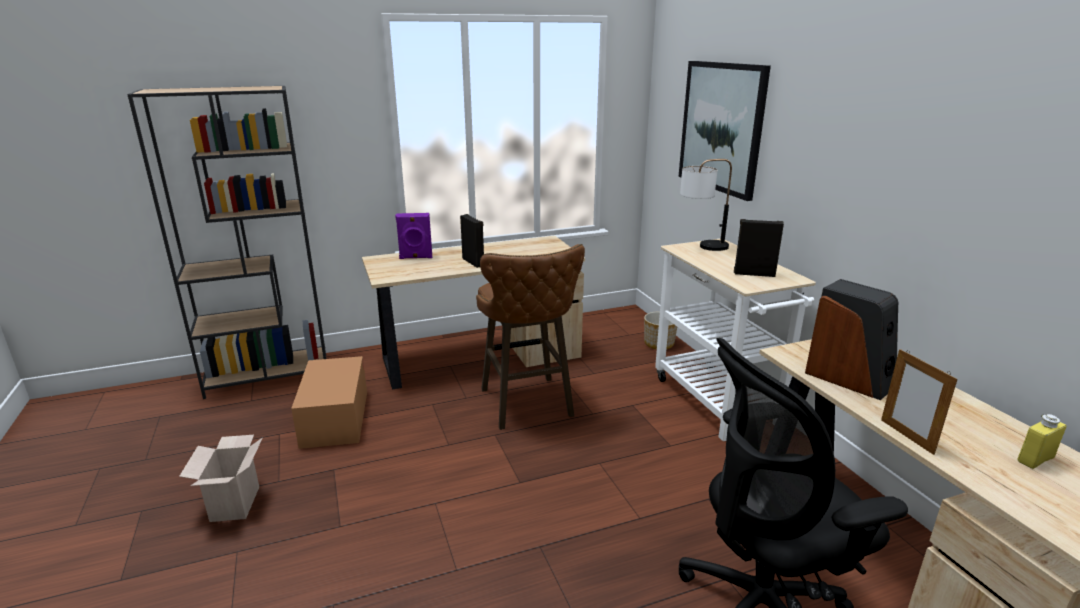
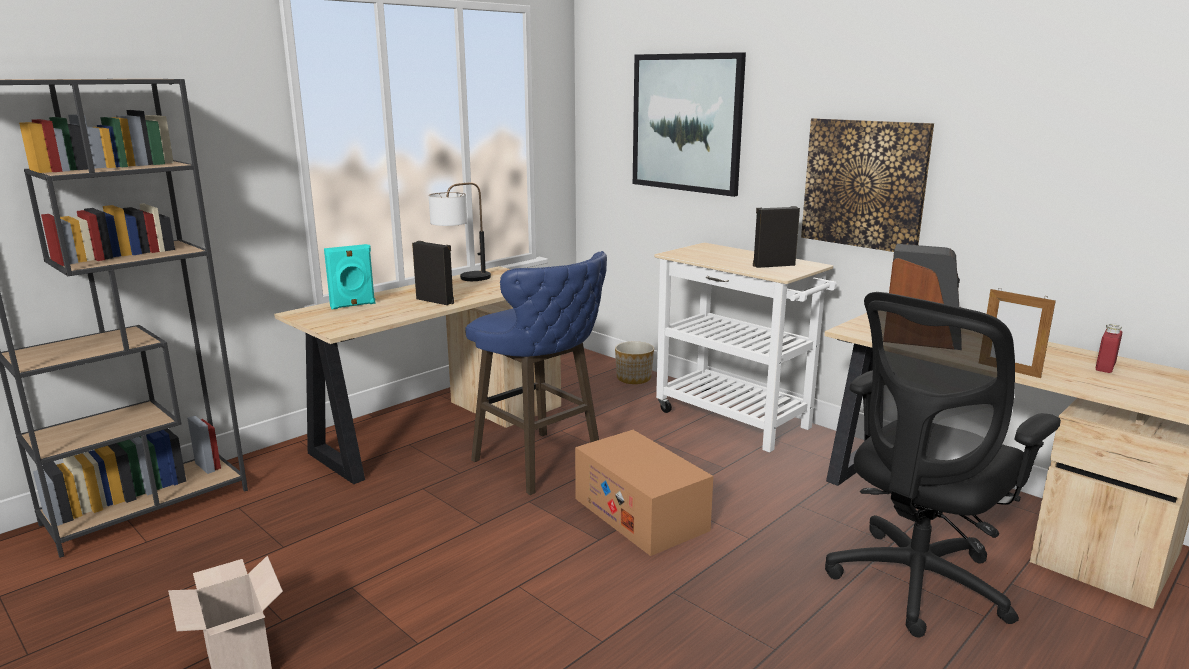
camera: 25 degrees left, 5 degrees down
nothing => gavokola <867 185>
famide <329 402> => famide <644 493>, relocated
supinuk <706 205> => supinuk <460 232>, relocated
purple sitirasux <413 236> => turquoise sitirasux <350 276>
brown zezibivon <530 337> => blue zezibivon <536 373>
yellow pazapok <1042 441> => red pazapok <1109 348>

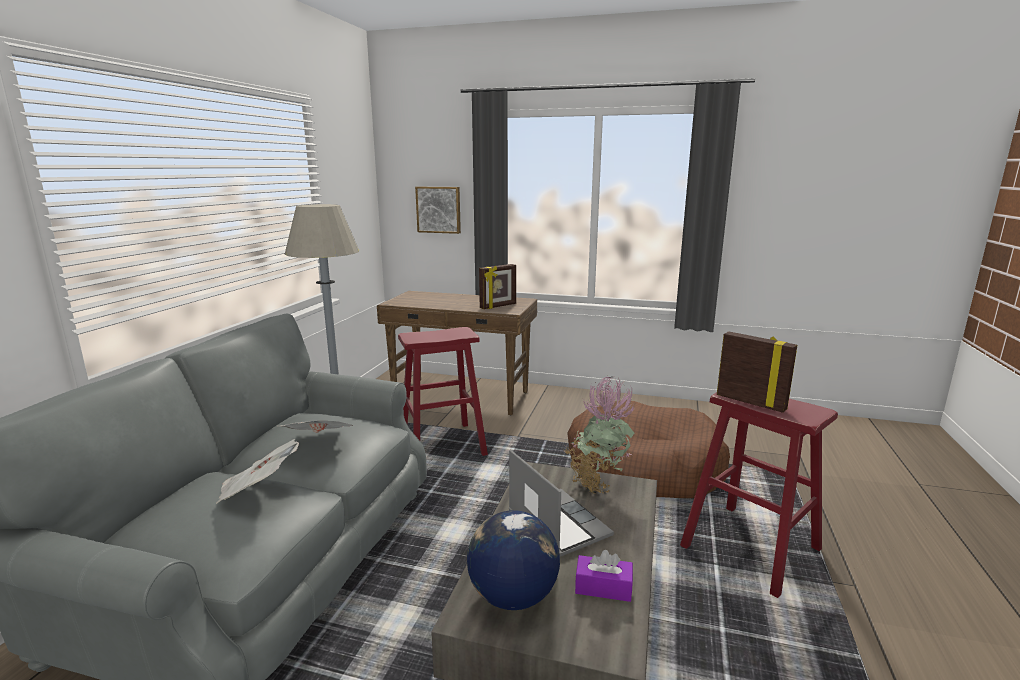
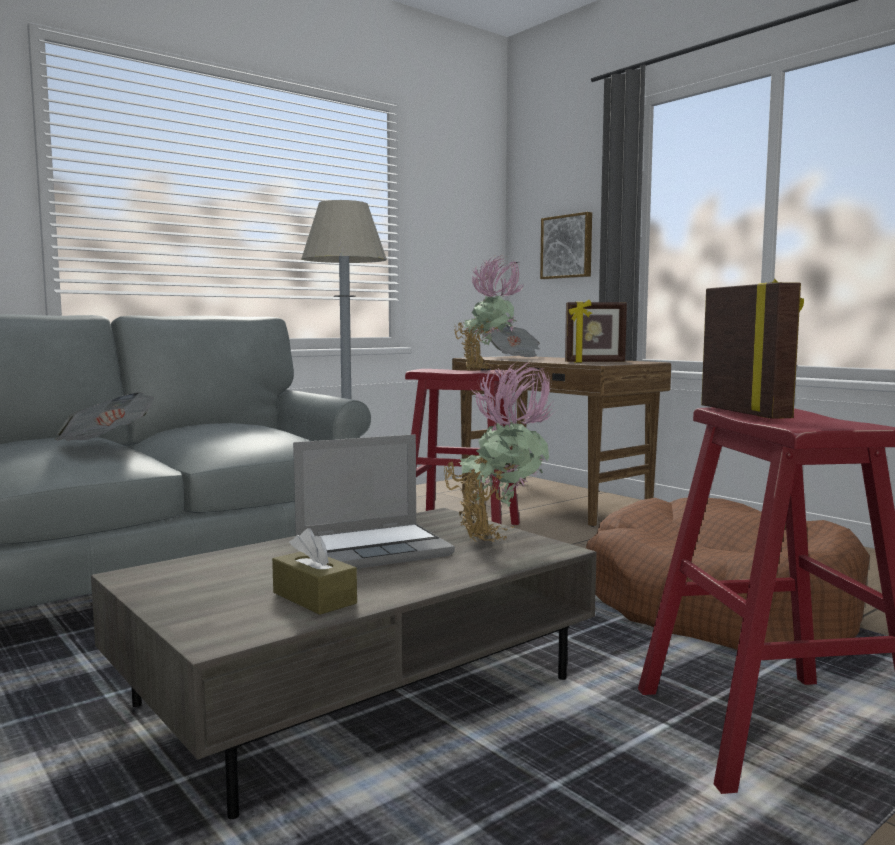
camera: 35 degrees right, 10 degrees down
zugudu <513 560> => nothing
nothing => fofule <490 313>
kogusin <317 427> => kogusin <512 341>, relocated
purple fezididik <604 576> => brown fezididik <314 571>
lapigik <561 503> => lapigik <374 501>, 60 degrees clockwise

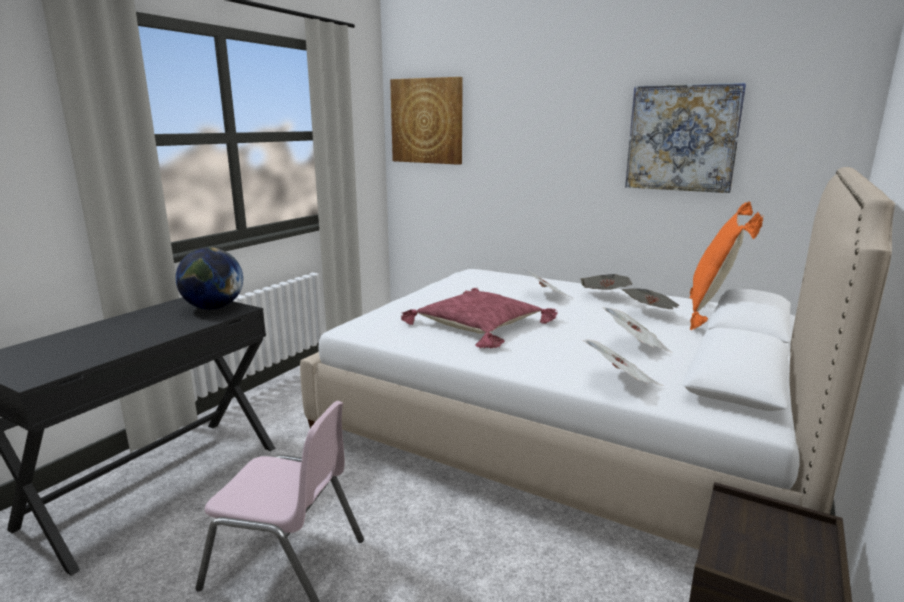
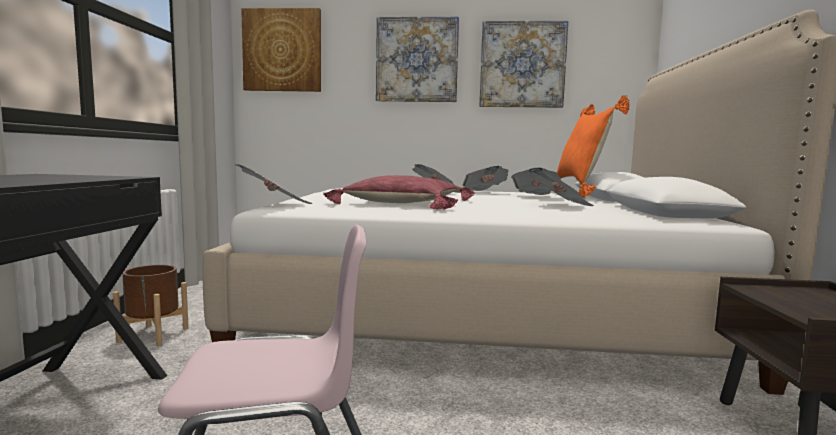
camera: 25 degrees left, 10 degrees down
zugudu <209 278> => nothing
nothing => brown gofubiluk <151 305>
nothing => gavokola <417 59>
kogusin <623 362> => kogusin <274 184>, relocated

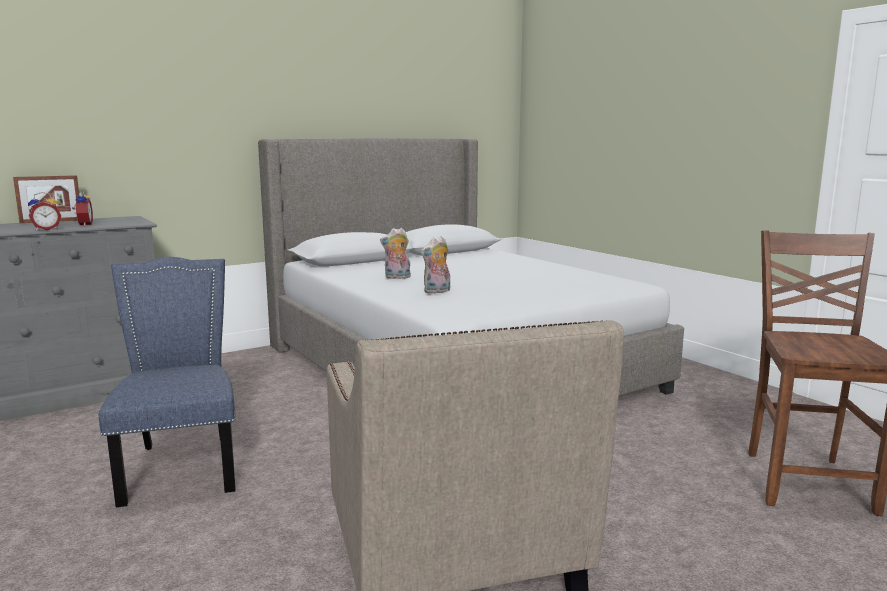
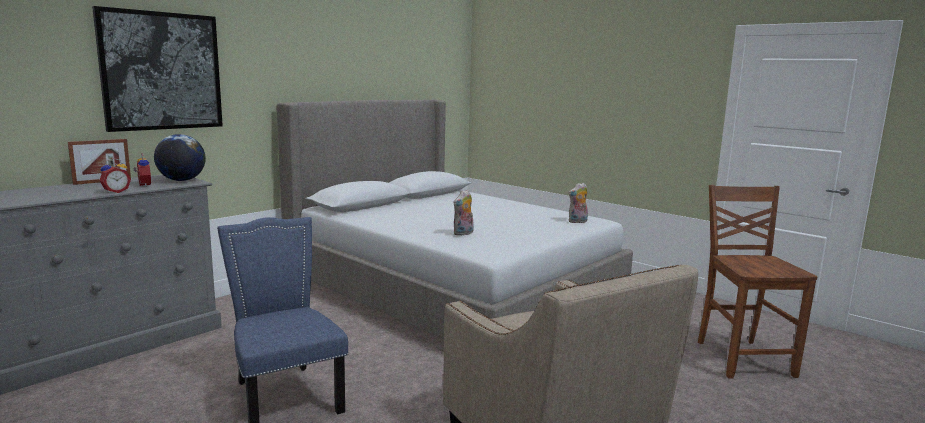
camera: 15 degrees left, 0 degrees up
nothing => gavokola <157 69>
nothing => zugudu <180 157>
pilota <396 253> => pilota <578 202>, relocated

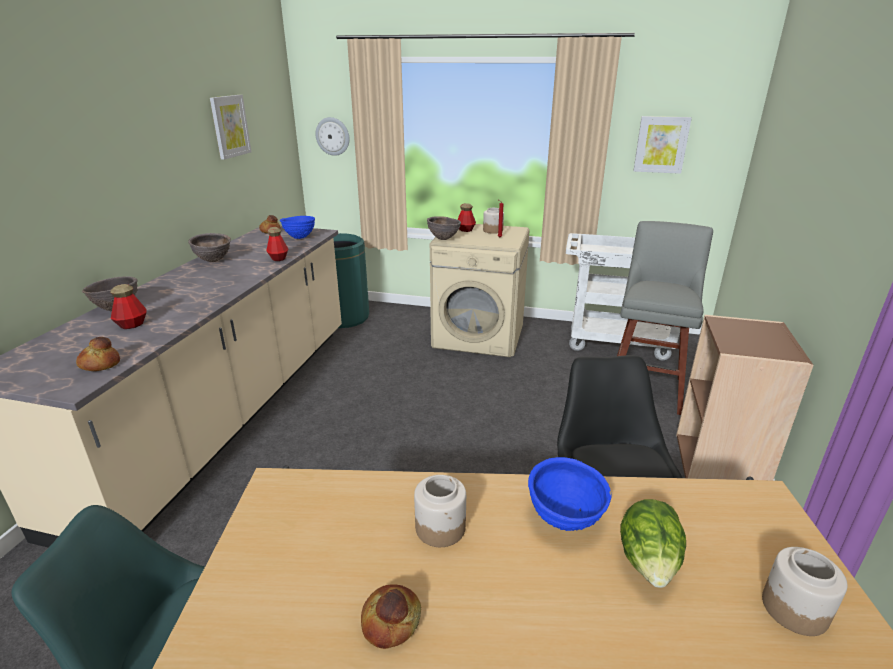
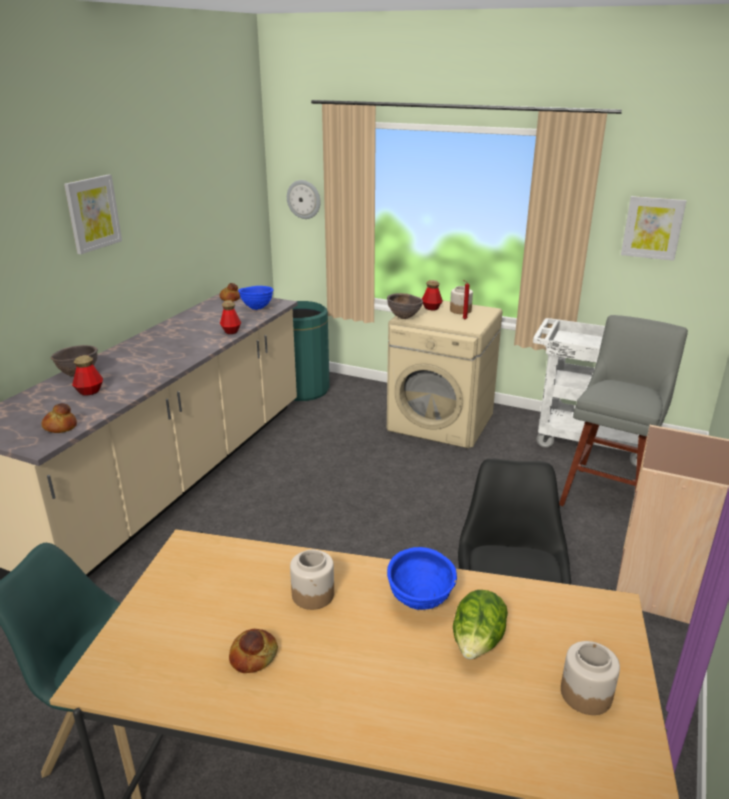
camera: 10 degrees right, 0 degrees up
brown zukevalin <209 247> => nothing
gavokola <230 127> => gavokola <93 214>, relocated

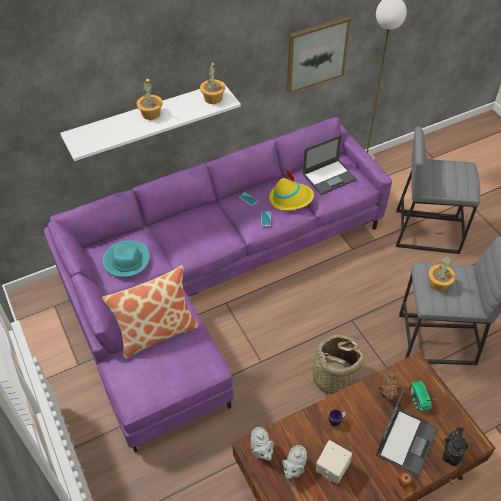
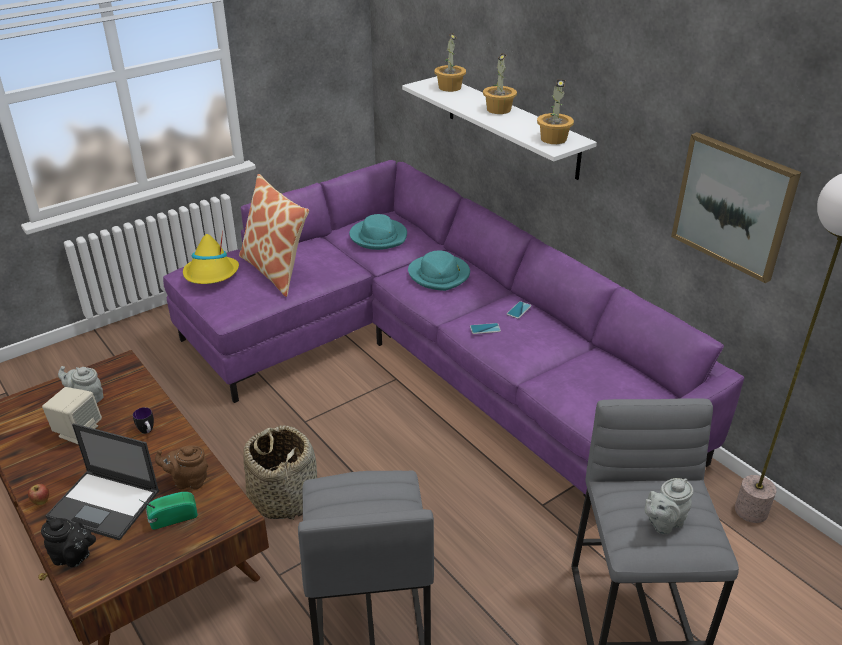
camera: 80 degrees right, 15 degrees down
lapigik <329 165> => nothing
nothing => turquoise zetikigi <439 270>
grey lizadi <262 444> => grey lizadi <669 506>, relocated
yellow zetikigi <291 189> => yellow zetikigi <211 257>, relocated
fofule <442 272> => fofule <450 62>, relocated

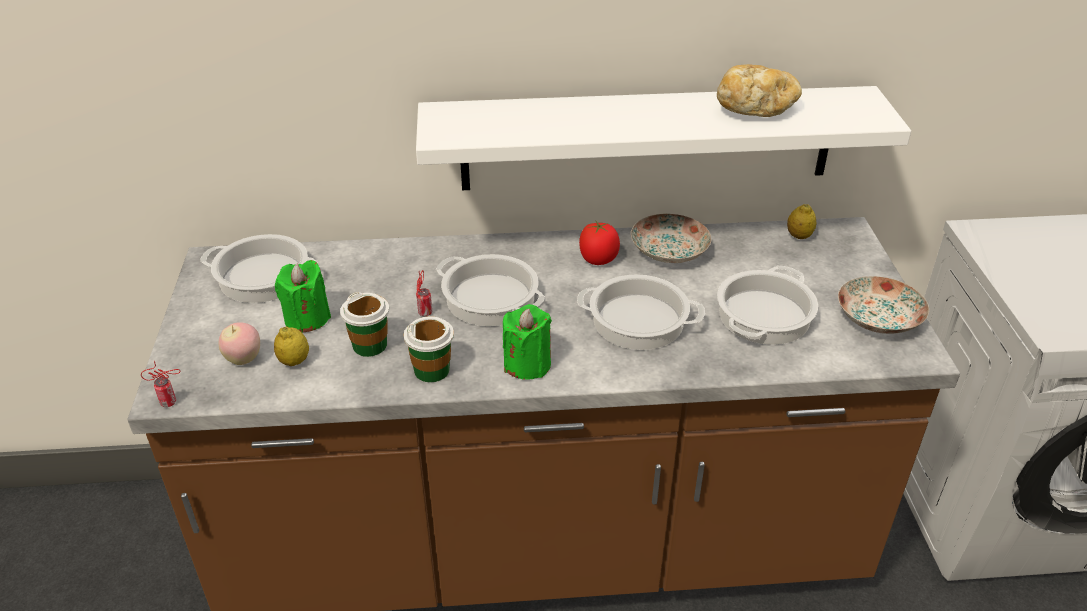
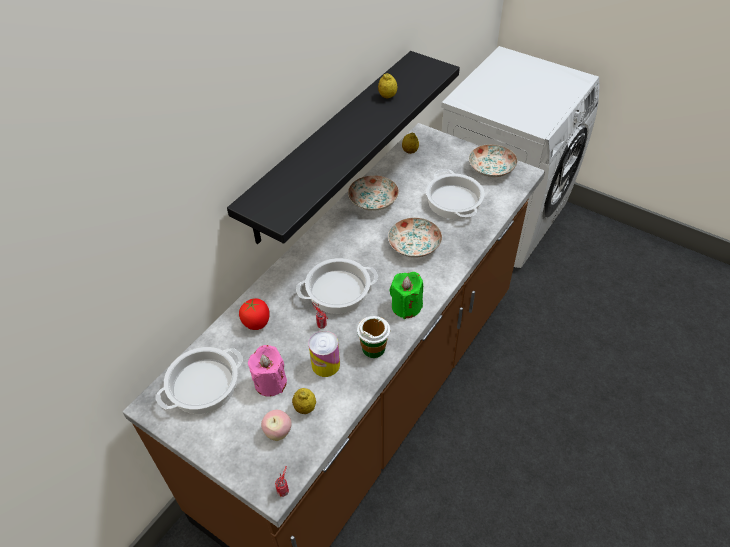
camera: 50 degrees left, 10 degrees up
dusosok <599 242> => dusosok <254 314>, relocated
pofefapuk <364 324> => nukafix <324 354>
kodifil <641 312> => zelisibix <415 238>
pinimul <759 90> => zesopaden <387 85>
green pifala <303 296> => pink pifala <267 371>
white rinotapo <663 138> => black rinotapo <343 147>

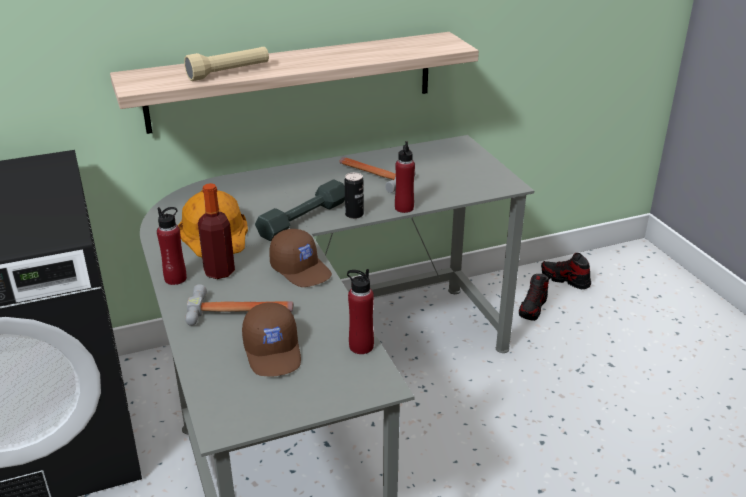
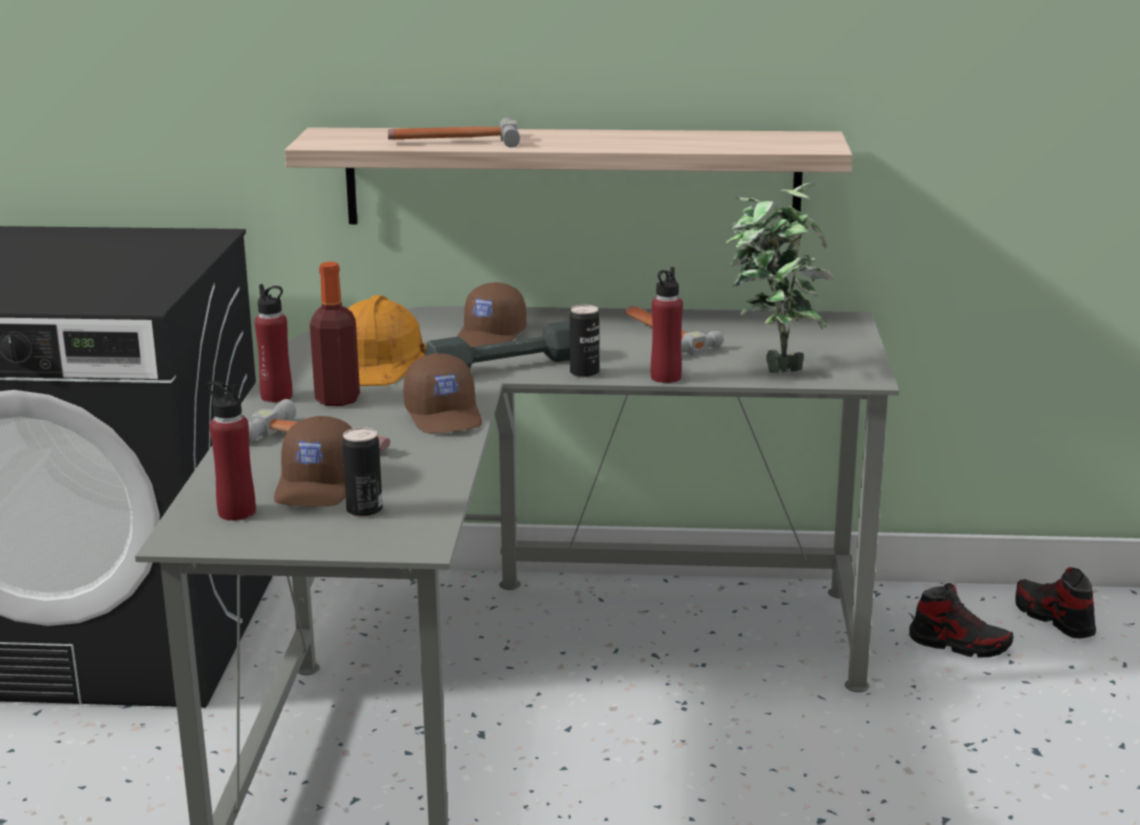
camera: 25 degrees right, 10 degrees down
nothing => nukafix <362 472>
nothing => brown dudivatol <492 314>
nothing => fofule <780 277>
red pazapok <360 311> => red pazapok <231 451>, relocated
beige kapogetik <226 64> => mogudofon <454 133>
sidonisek <534 297> => sidonisek <961 620>, 120 degrees counterclockwise

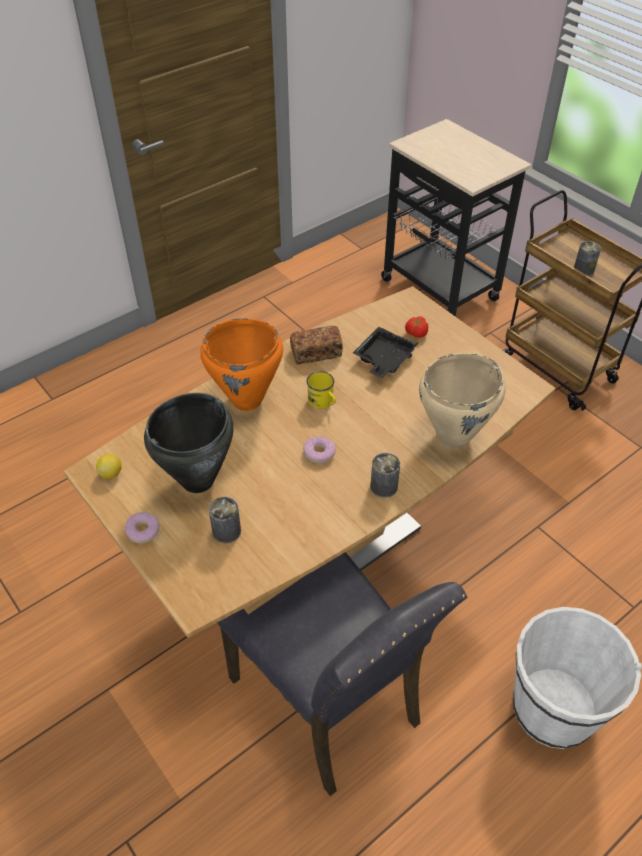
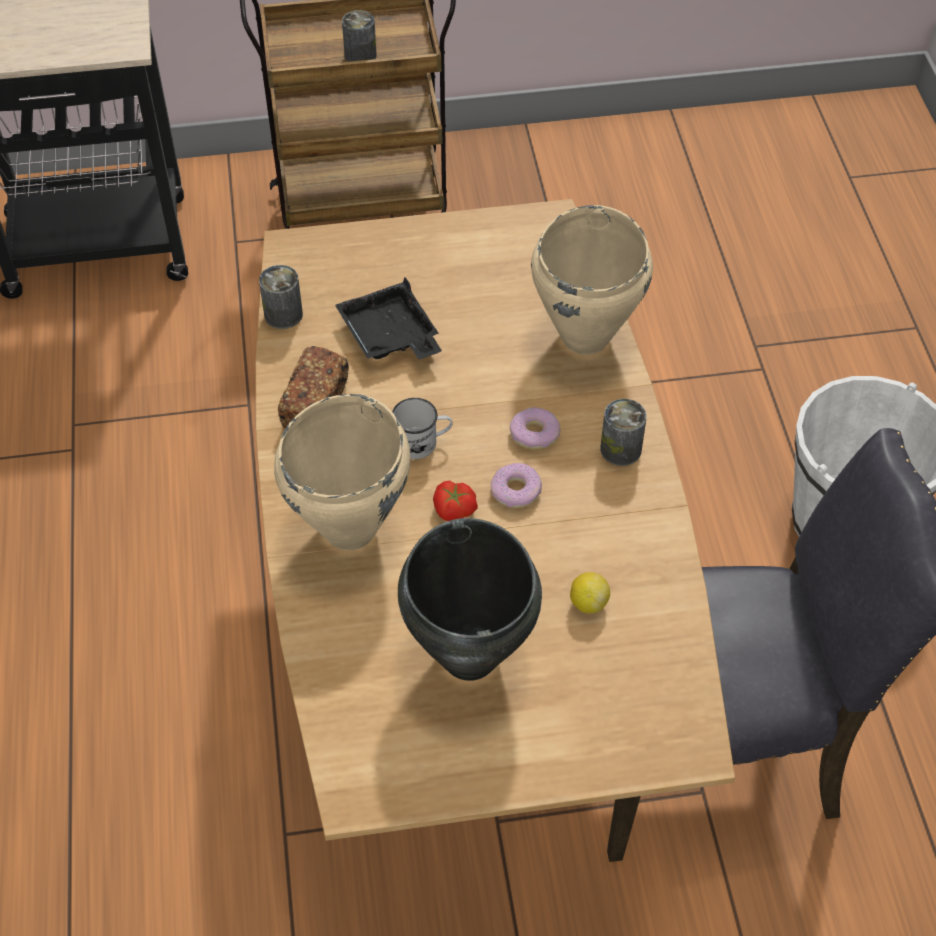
camera: 60 degrees left, 5 degrees up
zesopaden <109 466> => zesopaden <590 592>, relocated
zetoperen <142 528> => zetoperen <535 428>, relocated
nukafix <225 520> => nukafix <281 297>, relocated
dusosok <416 327> => dusosok <455 500>, relocated
orange kodifil <241 364> => beige kodifil <342 472>
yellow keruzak <321 390> => white keruzak <422 428>

